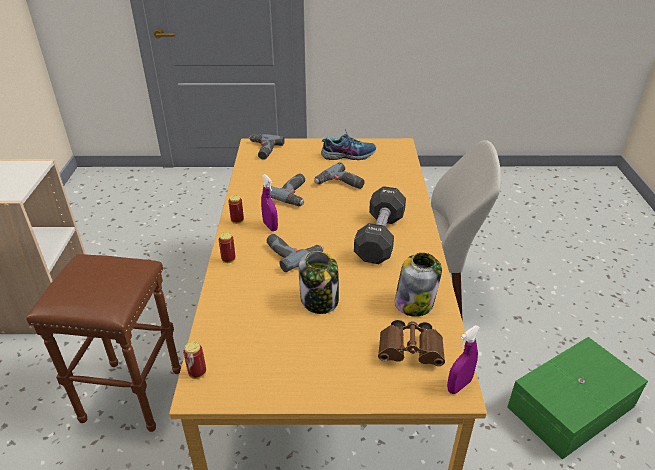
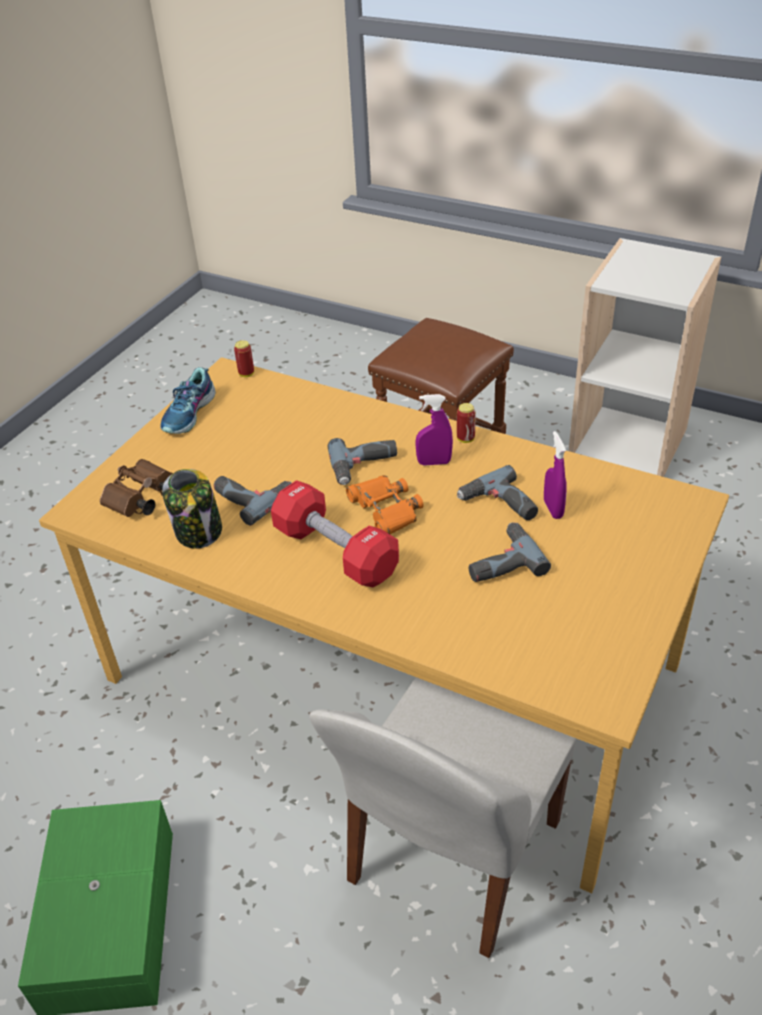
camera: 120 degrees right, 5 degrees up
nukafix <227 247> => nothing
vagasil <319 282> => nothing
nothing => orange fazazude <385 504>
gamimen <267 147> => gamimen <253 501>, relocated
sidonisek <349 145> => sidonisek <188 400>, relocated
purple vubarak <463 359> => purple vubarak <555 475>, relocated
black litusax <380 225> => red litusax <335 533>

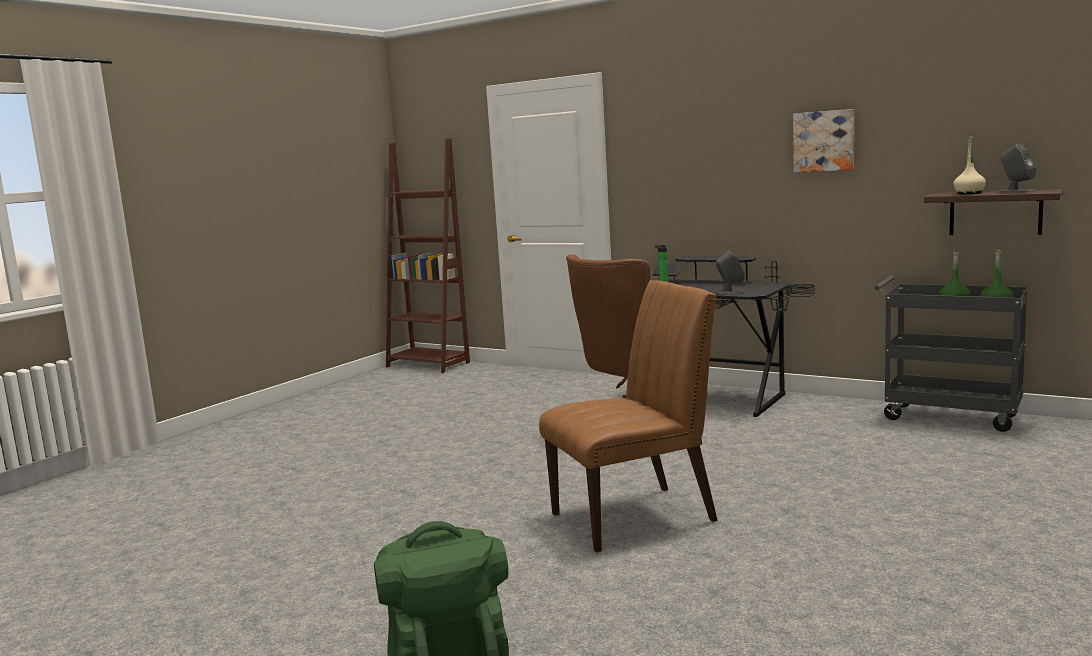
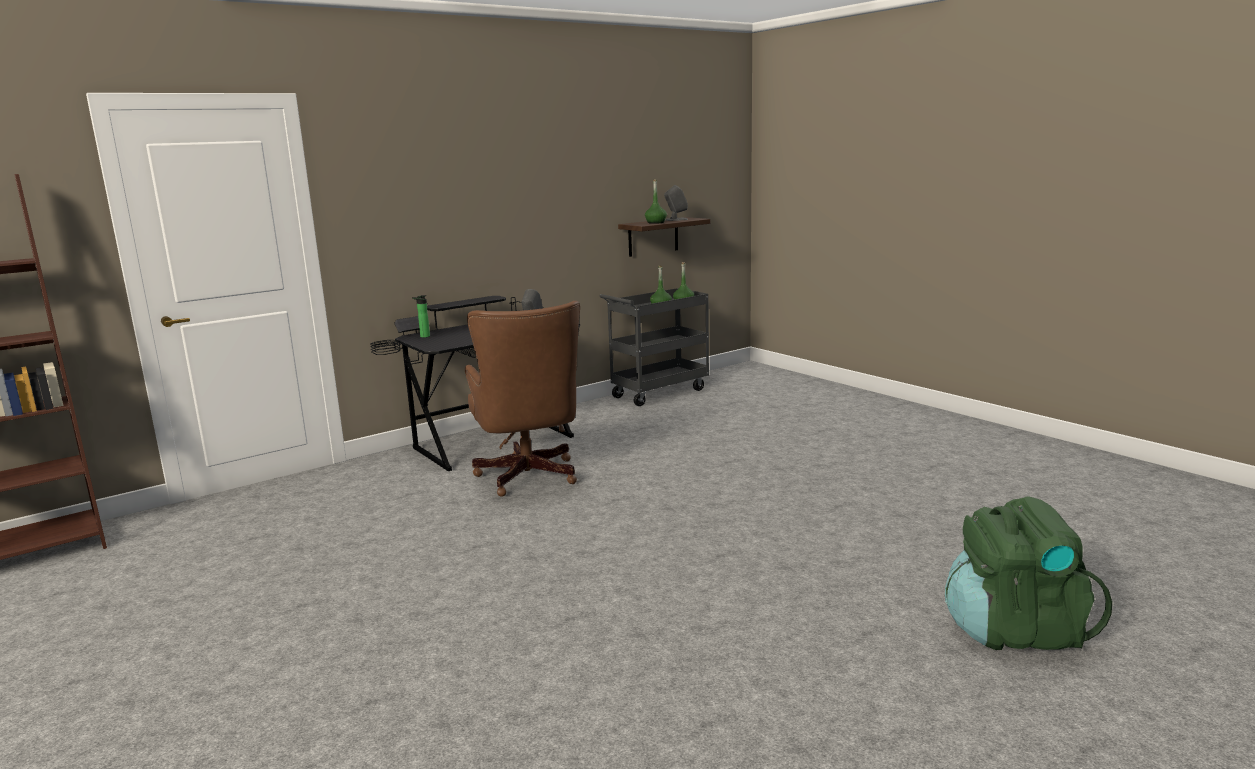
camera: 70 degrees left, 5 degrees up
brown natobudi <628 416> => nothing
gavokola <823 141> => nothing
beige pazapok <970 165> => green pazapok <656 202>

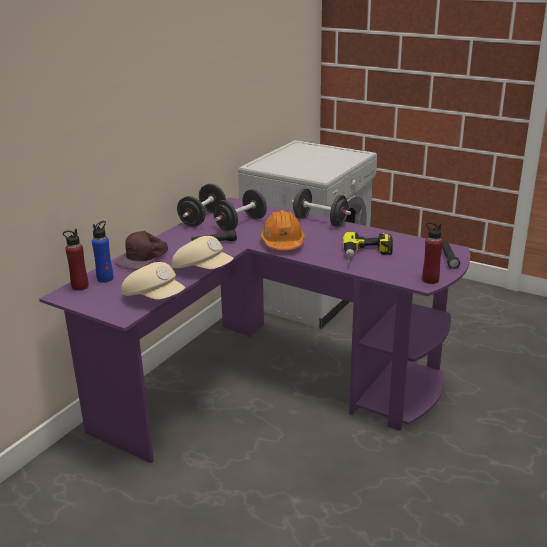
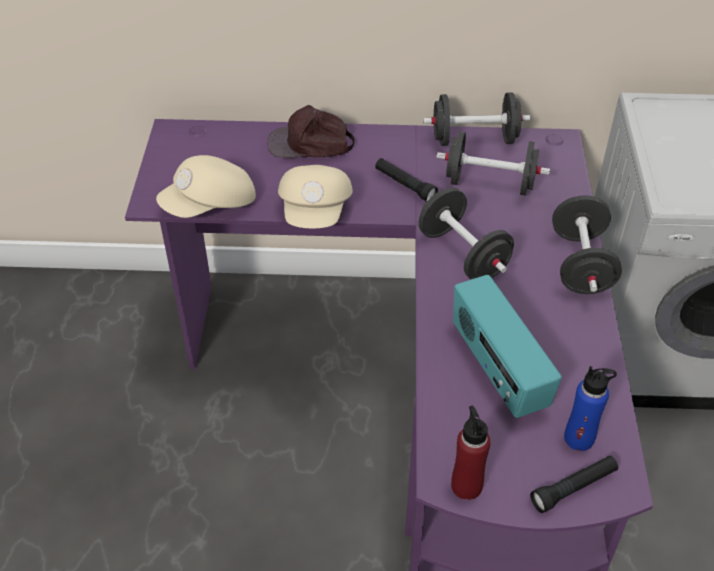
camera: 60 degrees right, 20 degrees up
red pazapok <76 260> => nothing
blue pazapok <103 252> => blue pazapok <590 408>, relocated
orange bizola <283 230> => black litusax <466 233>
gamimen <368 248> => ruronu <507 346>
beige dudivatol <153 281> => beige dudivatol <206 186>, 45 degrees clockwise

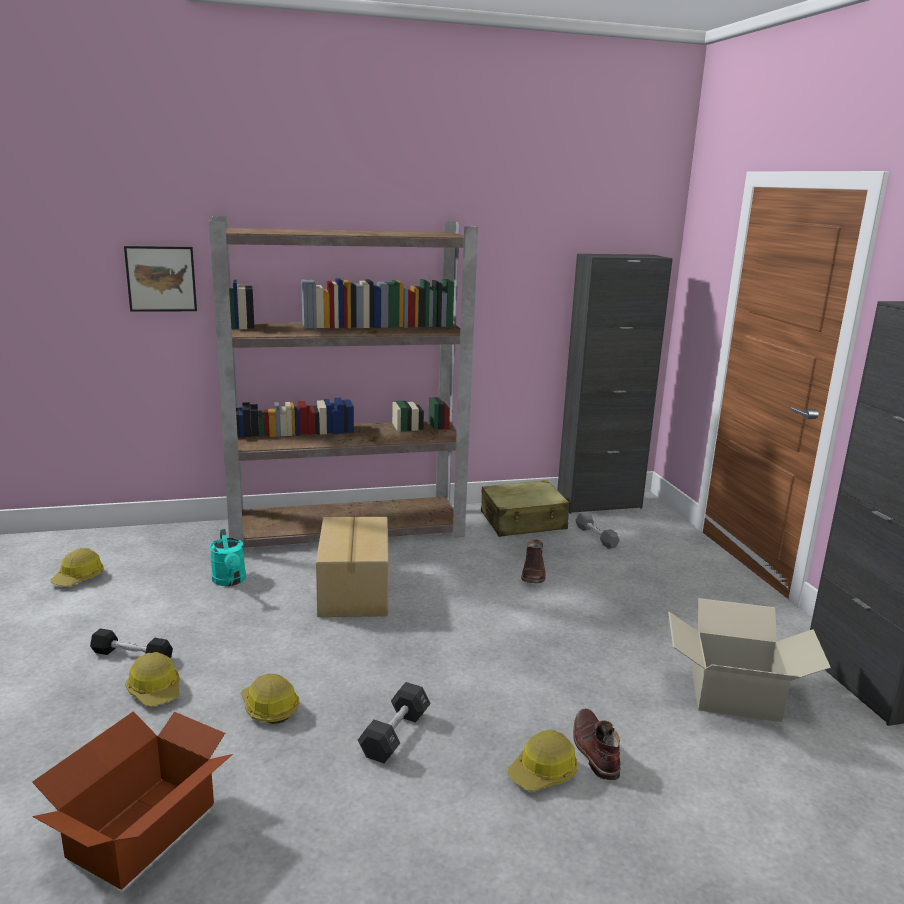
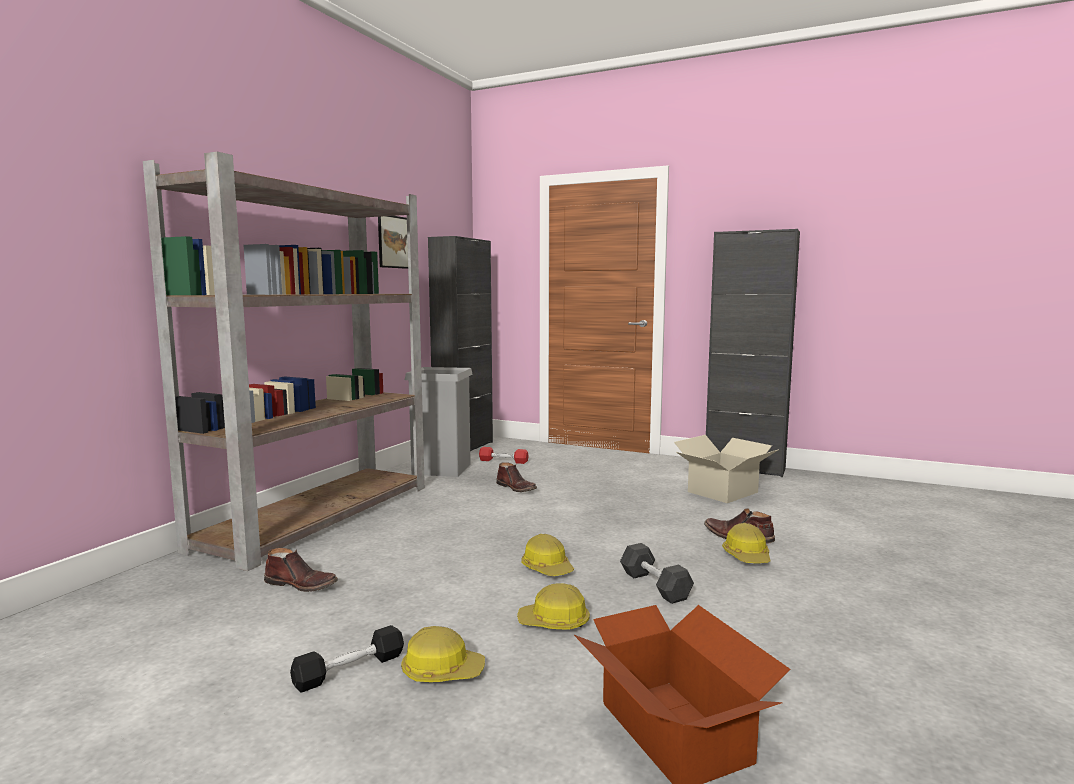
camera: 50 degrees left, 10 degrees down
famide <352 567> => nothing
bizola <76 567> => bizola <547 555>, relocated
gavokola <160 279> => gavokola <393 242>, relocated
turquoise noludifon <227 557> => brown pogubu <301 570>
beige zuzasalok <525 508> => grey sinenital <439 422>
grey litusax <597 530> => red litusax <504 455>

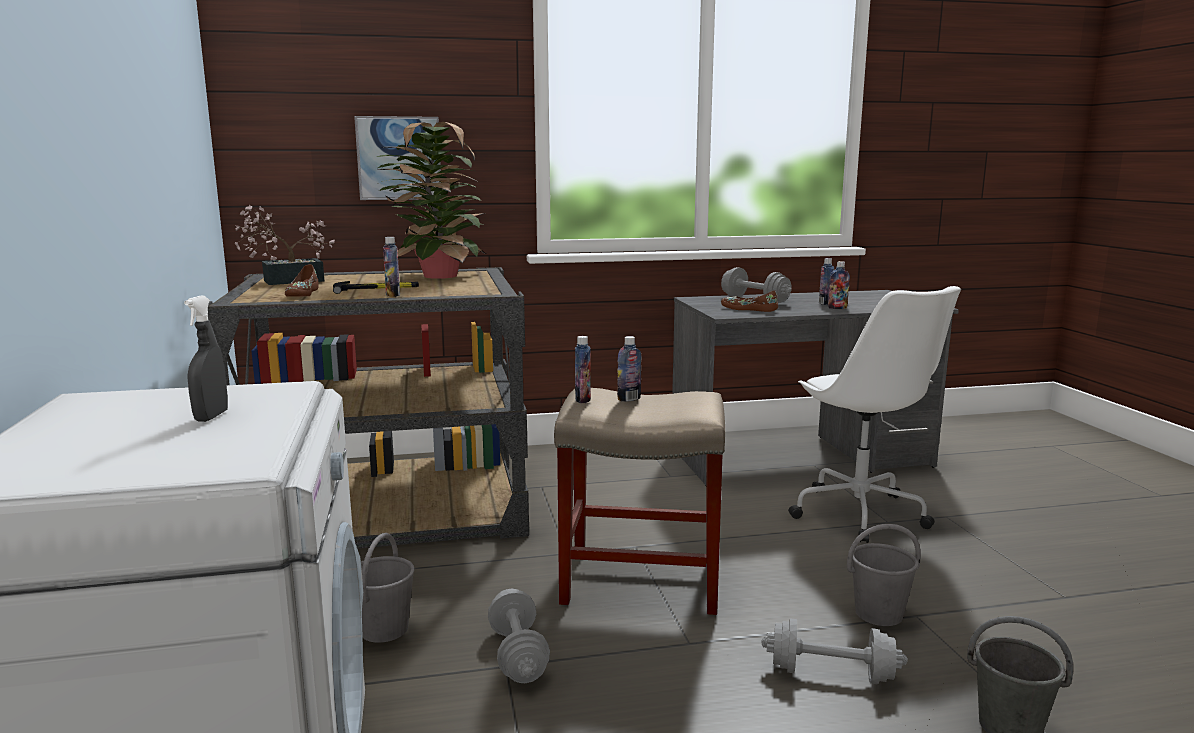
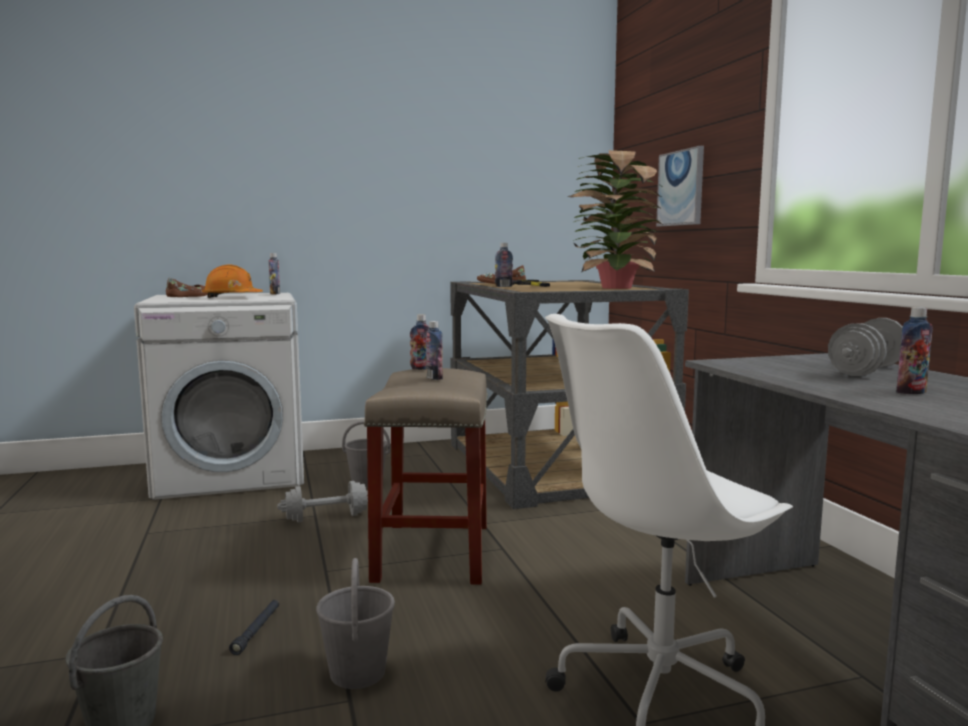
camera: 85 degrees right, 5 degrees down
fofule <285 245> => nothing
brown sidonisek <749 301> => brown sidonisek <187 287>, relocated
pazapok <839 285> => pazapok <274 274>, relocated
grey vubarak <206 359> => orange bizola <232 281>
grey litusax <834 651> => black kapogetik <254 627>

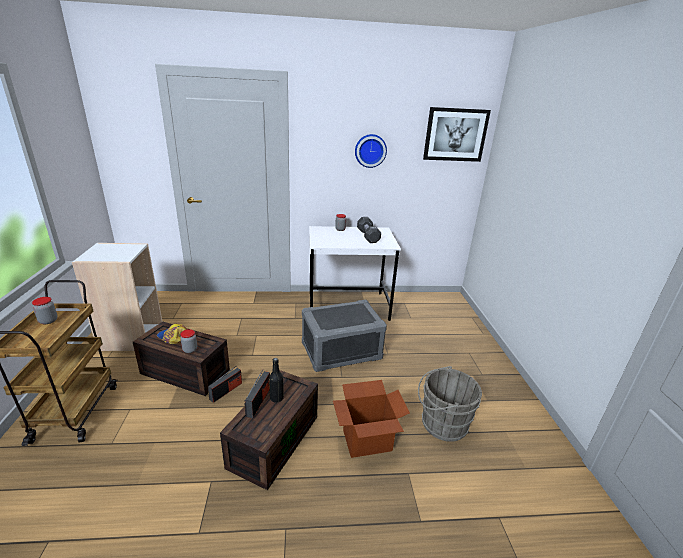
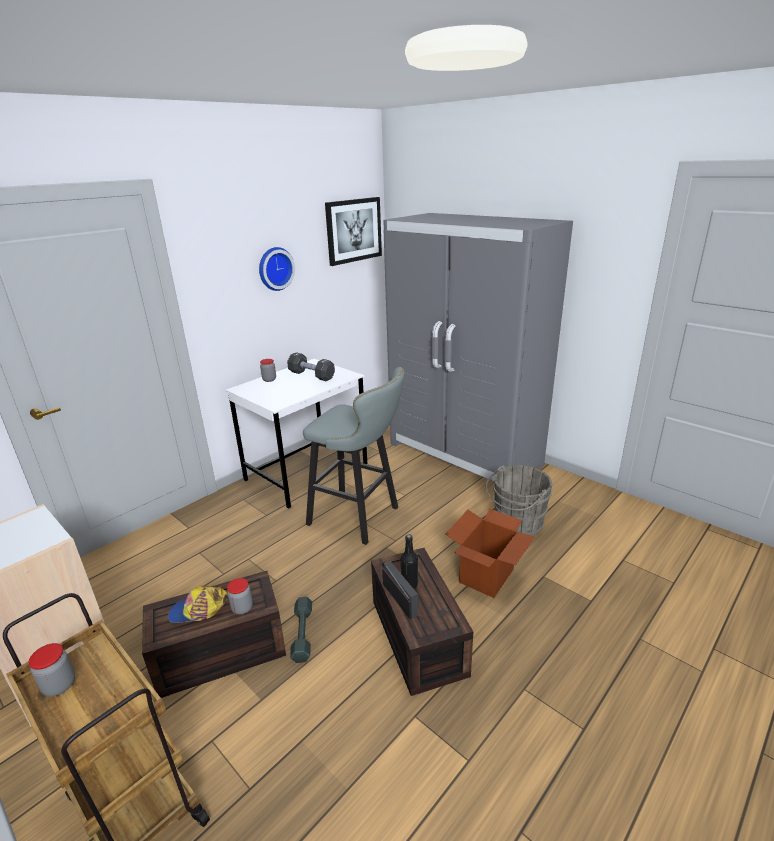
camera: 40 degrees left, 0 degrees up
nothing => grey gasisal <478 347>
ruronu <225 384> => grey litusax <301 630>
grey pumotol <344 336> => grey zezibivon <354 456>

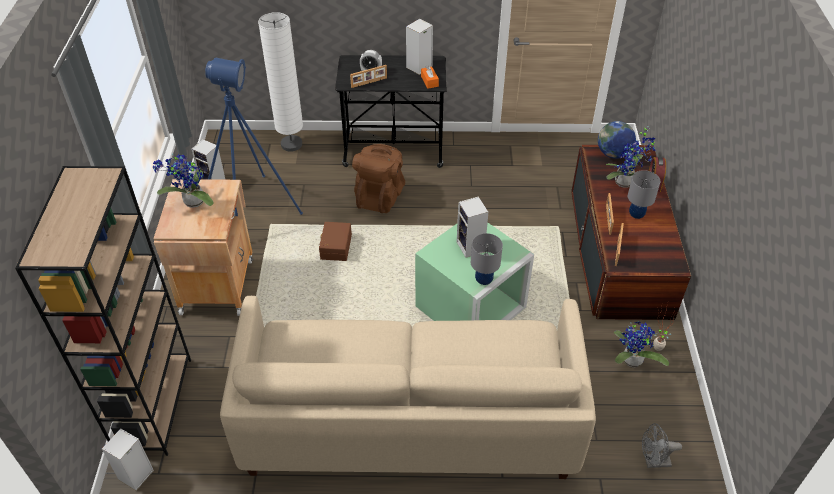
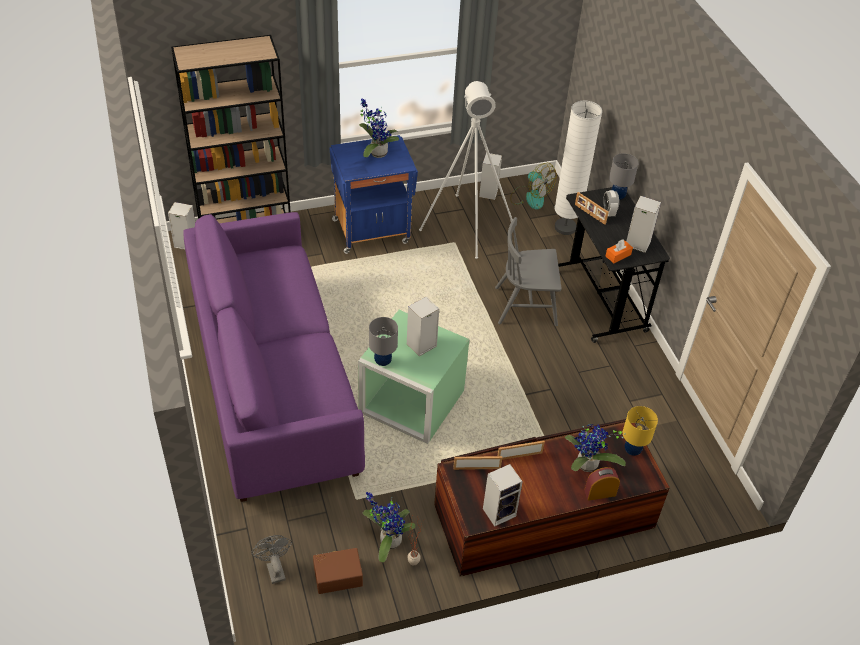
camera: 70 degrees right, 0 degrees up
nothing => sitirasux <503 495>
nothing => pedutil <533 186>
brown pumotol <335 241> => brown pumotol <338 571>, relocated
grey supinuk <644 194> => grey supinuk <624 176>, relocated
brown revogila <378 178> => grey natobudi <528 271>
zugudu <617 140> => yellow supinuk <640 431>
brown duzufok <203 247> => blue duzufok <373 194>
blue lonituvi <254 137> => white lonituvi <466 170>
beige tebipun <408 387> => purple tebipun <274 357>

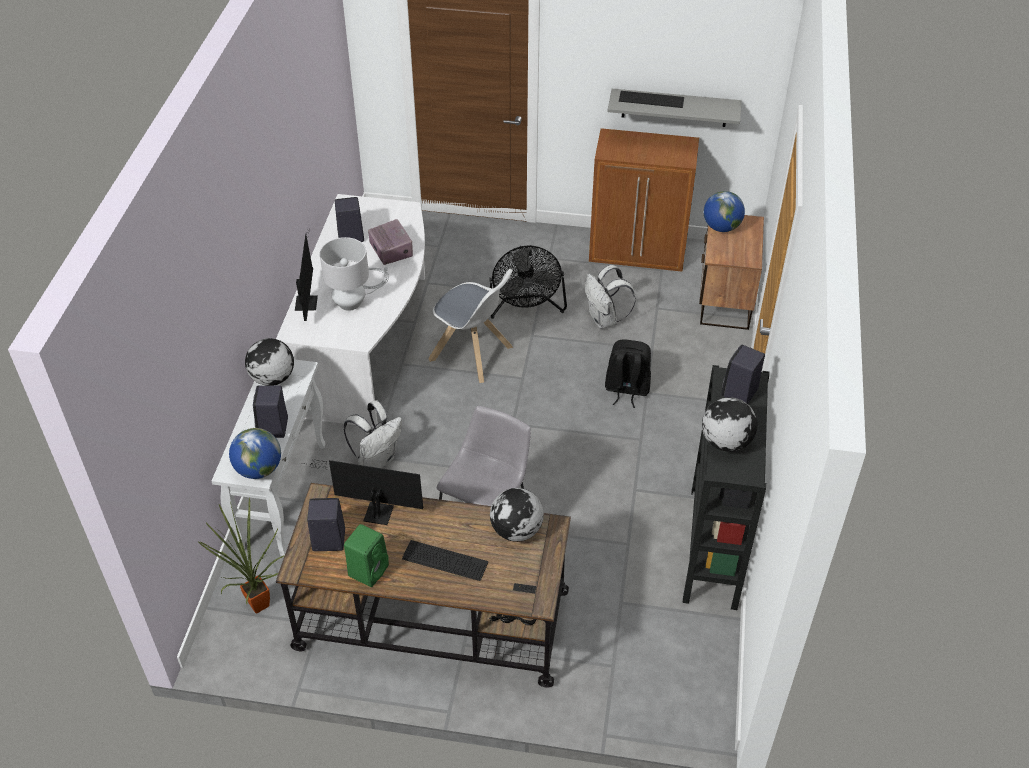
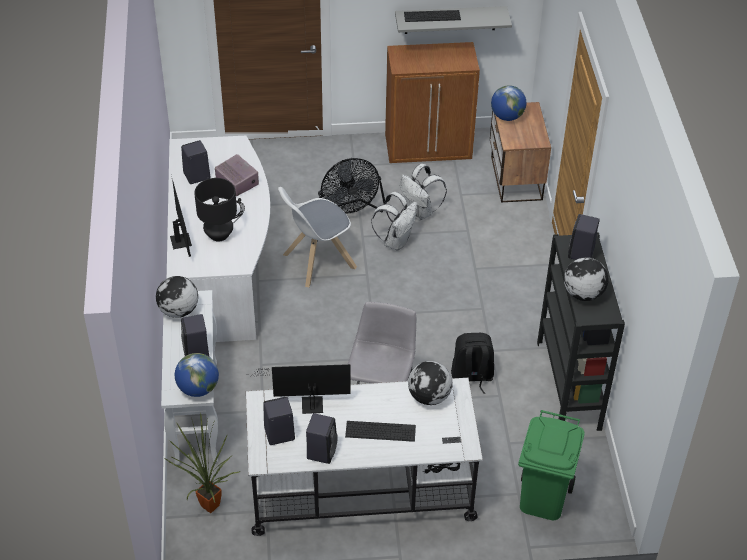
camera: 15 degrees left, 0 degrees up
nothing => green sinenital <551 465>
white revogila <372 434> => white revogila <394 221>, relocated
black revogila <628 373> => black revogila <472 363>, relocated
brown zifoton <423 585> => white zifoton <364 457>
white supinuk <354 274> => black supinuk <220 209>
green sitirasux <366 555> => black sitirasux <322 438>
natobudi <470 326> => natobudi <317 237>, 135 degrees clockwise

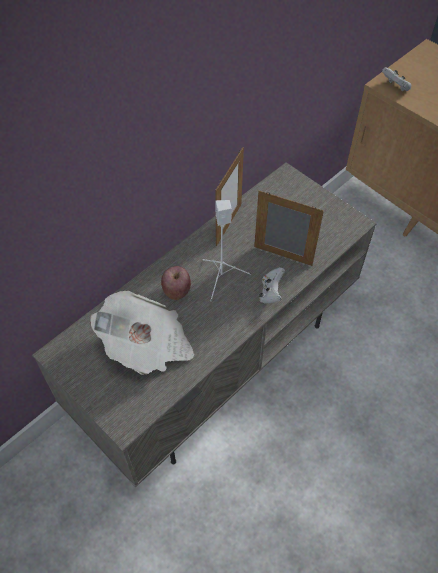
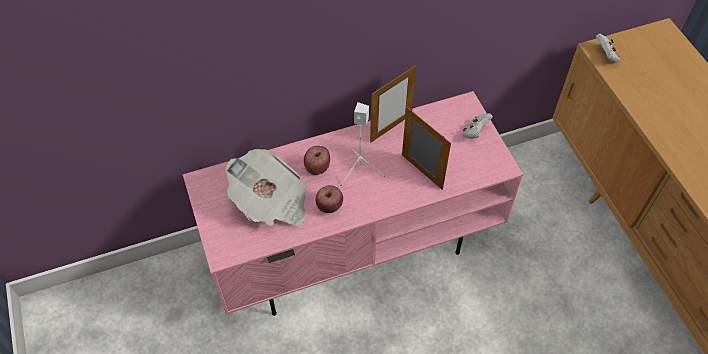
camera: 25 degrees right, 0 degrees up
nothing => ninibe <329 199>
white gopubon <272 285> => white gopubon <478 126>, relocated
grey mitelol <204 324> => pink mitelol <353 203>

